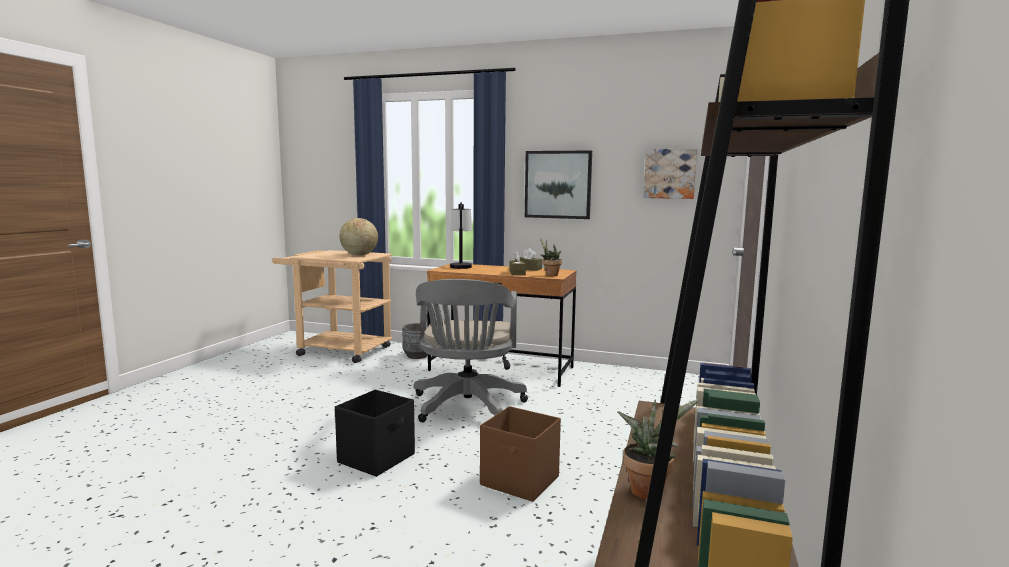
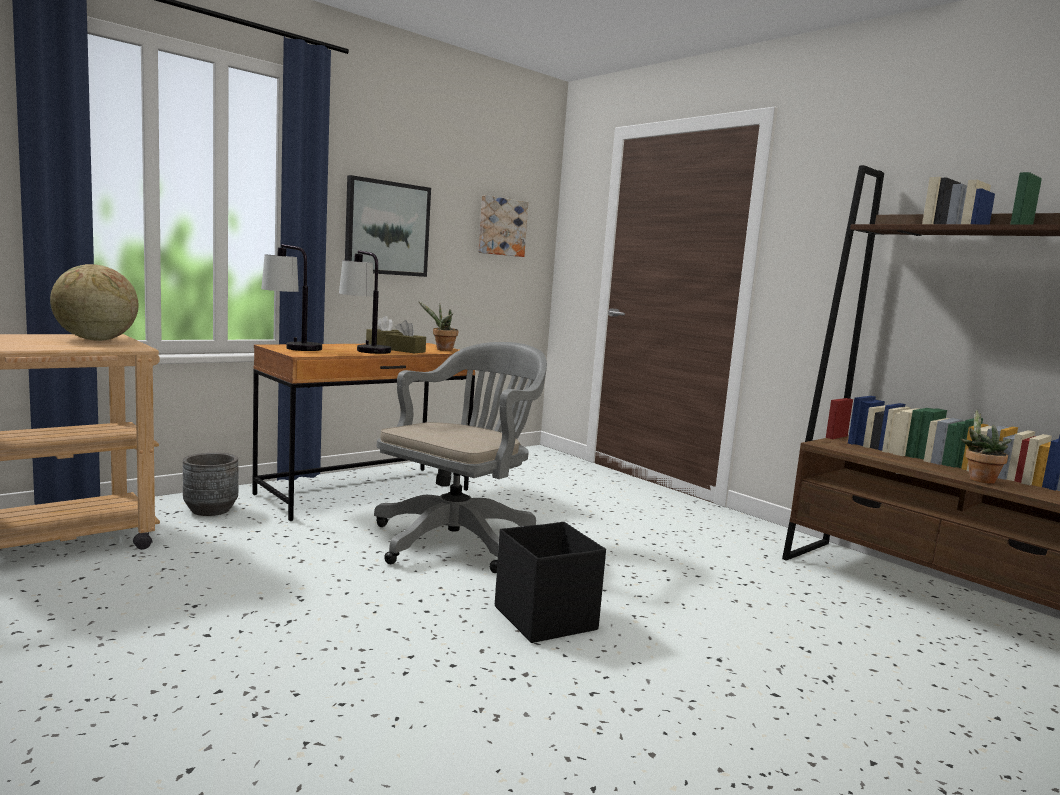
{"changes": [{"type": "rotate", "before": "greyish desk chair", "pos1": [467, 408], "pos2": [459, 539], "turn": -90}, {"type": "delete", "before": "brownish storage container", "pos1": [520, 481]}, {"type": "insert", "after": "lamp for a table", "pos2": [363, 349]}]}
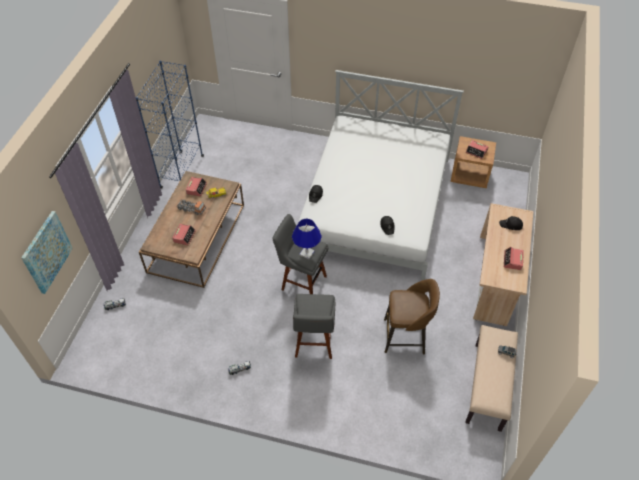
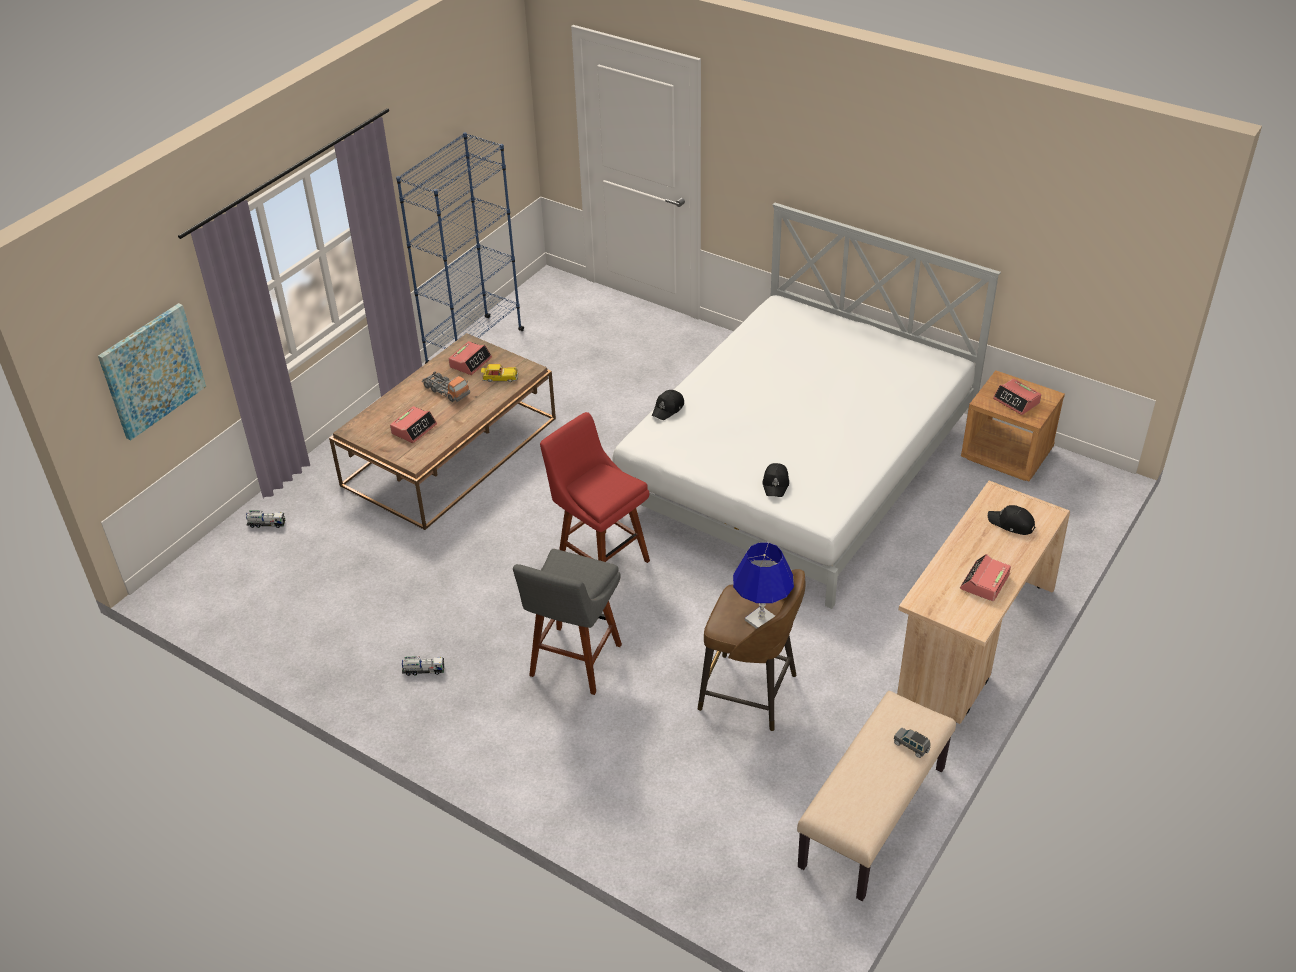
{"changes": [{"type": "recolor", "before": "greyish sitting stool", "after": "reddish sitting stool", "pos1": [301, 282], "pos2": [600, 560]}, {"type": "move", "before": "bluish lamp for a table", "pos1": [307, 253], "pos2": [761, 620]}]}
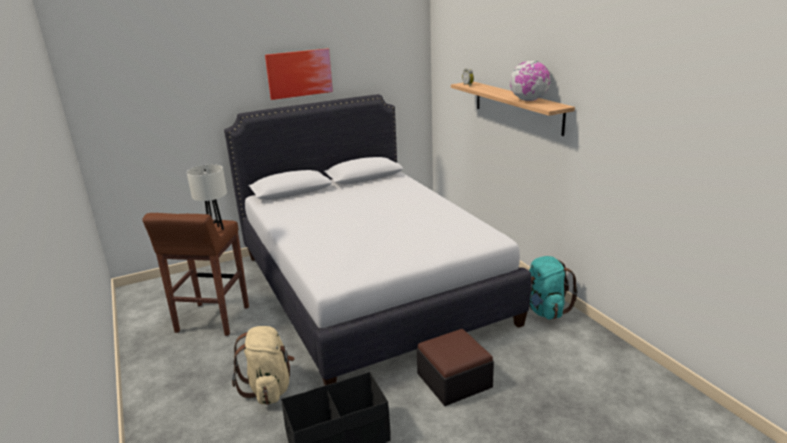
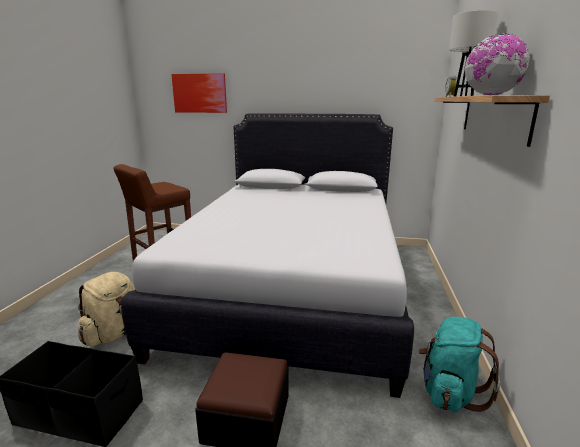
{"changes": [{"type": "move", "before": "white-coloured lamp for a table", "pos1": [216, 229], "pos2": [463, 96]}, {"type": "move", "before": "wall art", "pos1": [299, 73], "pos2": [199, 93]}]}
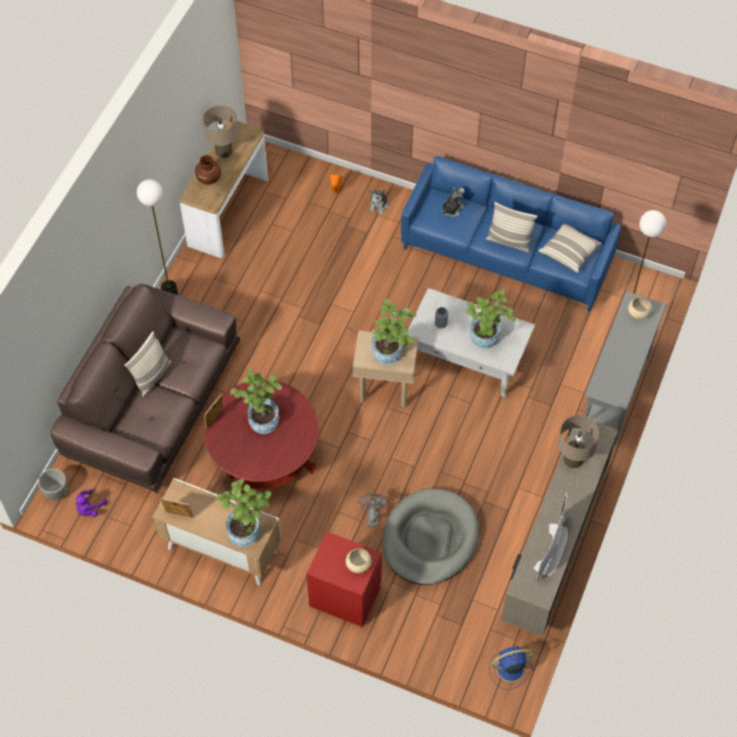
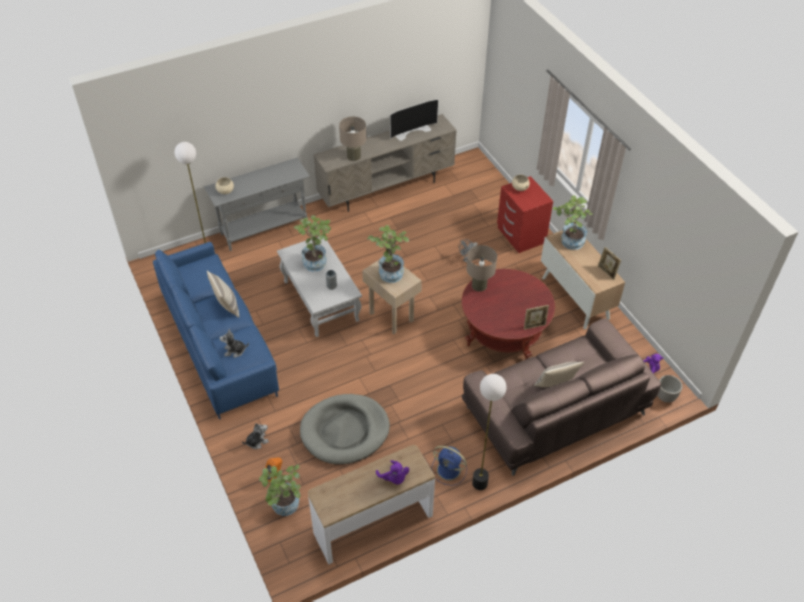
{"changes": [{"type": "replace", "before": "brownish flower vase", "after": "purple-coloured soft toy", "pos1": [208, 178], "pos2": [394, 478]}, {"type": "move", "before": "sand-coloured lamp for a table", "pos1": [224, 151], "pos2": [479, 285]}, {"type": "move", "before": "houseplant", "pos1": [261, 417], "pos2": [285, 508]}, {"type": "move", "before": "greyish dog bed", "pos1": [429, 539], "pos2": [345, 431]}, {"type": "move", "before": "bluish fan", "pos1": [509, 669], "pos2": [449, 470]}, {"type": "delete", "before": "pillow", "pos1": [569, 252]}]}
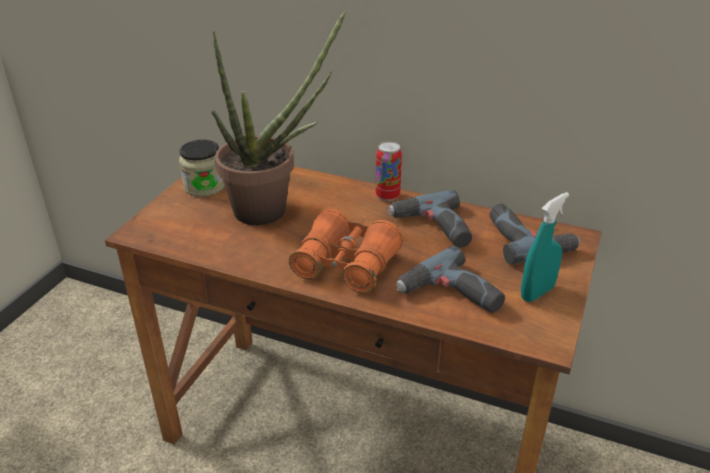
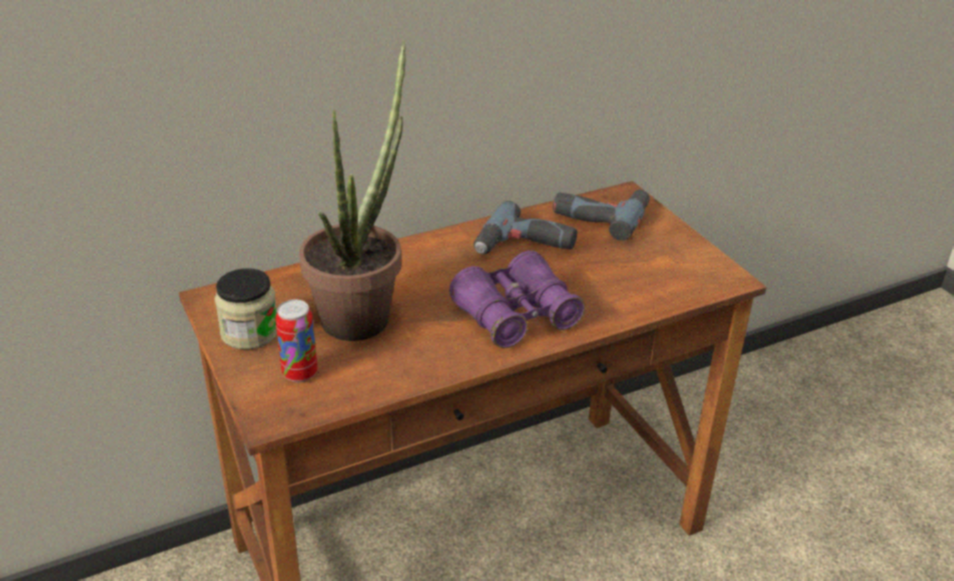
{"changes": [{"type": "recolor", "before": "orangey binoculars", "after": "purple-coloured binoculars", "pos1": [346, 265], "pos2": [516, 316]}, {"type": "move", "before": "sealed can", "pos1": [387, 196], "pos2": [300, 373]}, {"type": "delete", "before": "electric drill", "pos1": [450, 296]}, {"type": "delete", "before": "turquoise spray bottle", "pos1": [537, 293]}]}
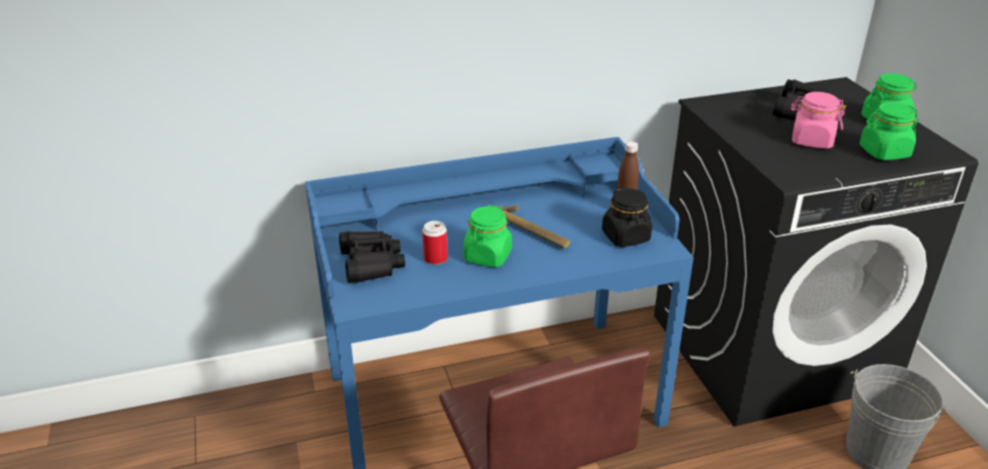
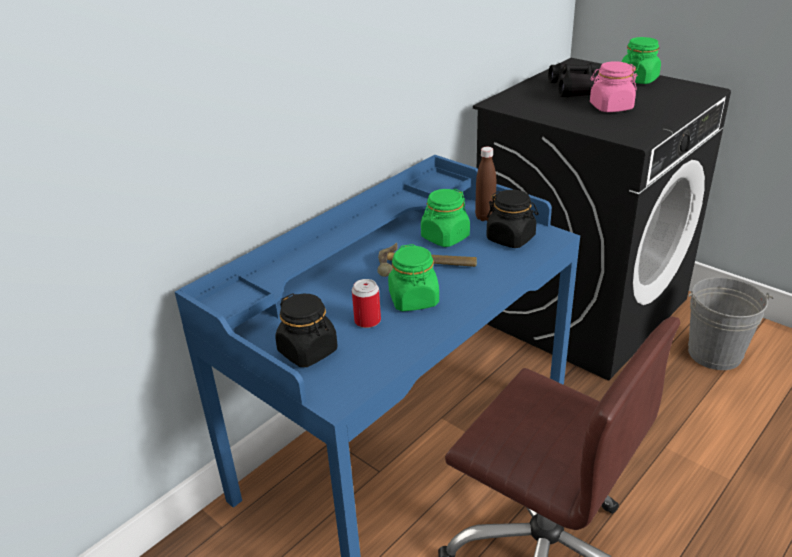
{"changes": [{"type": "replace", "before": "black-coloured binoculars", "after": "black-coloured storage jar", "pos1": [371, 264], "pos2": [308, 351]}, {"type": "move", "before": "green-coloured storage jar", "pos1": [884, 152], "pos2": [445, 237]}]}
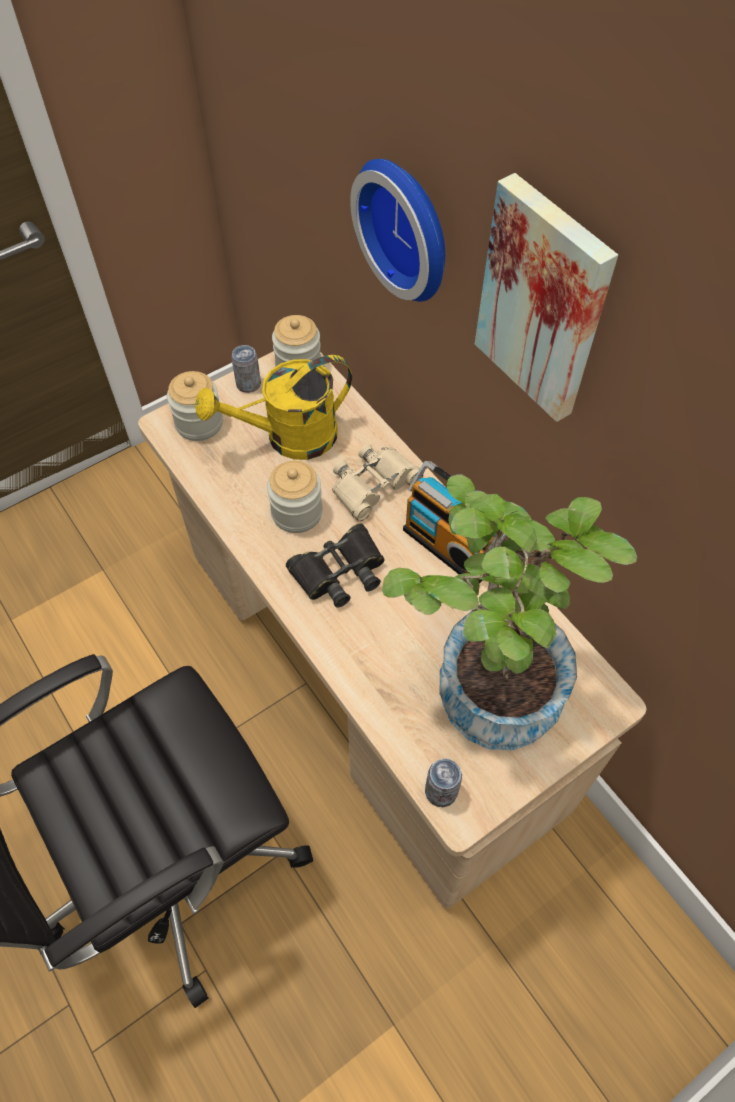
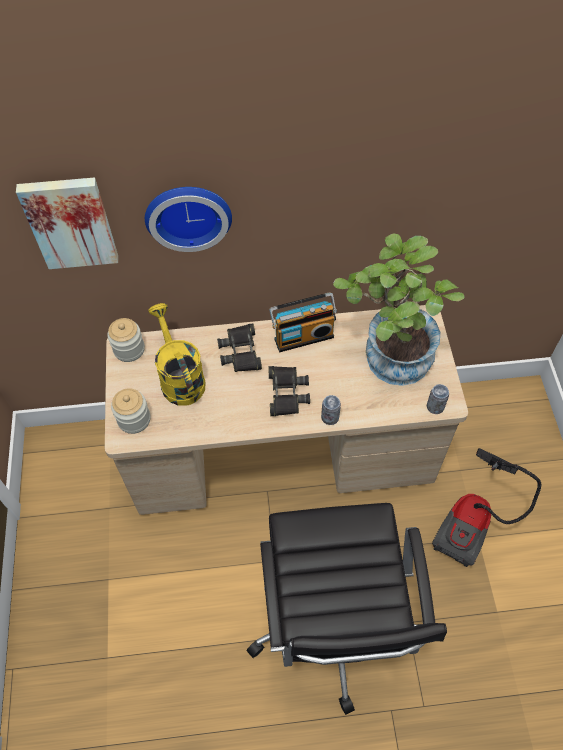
{"changes": [{"type": "rotate", "before": "yellowish sprinkling can", "pos1": [289, 438], "pos2": [179, 377], "turn": 150}, {"type": "move", "before": "sealed can", "pos1": [248, 384], "pos2": [330, 417]}, {"type": "delete", "before": "storage jar", "pos1": [297, 512]}, {"type": "recolor", "before": "sand-coloured binoculars", "after": "black-coloured binoculars", "pos1": [373, 485], "pos2": [241, 352]}, {"type": "move", "before": "wall art", "pos1": [545, 300], "pos2": [70, 221]}, {"type": "insert", "after": "hoover", "pos2": [474, 520]}]}
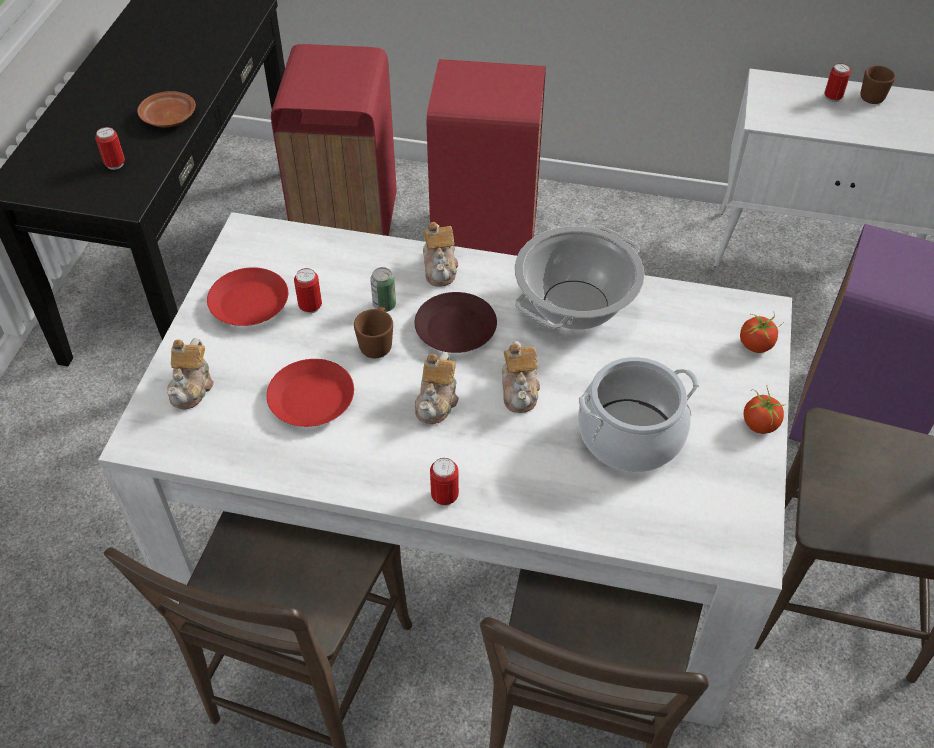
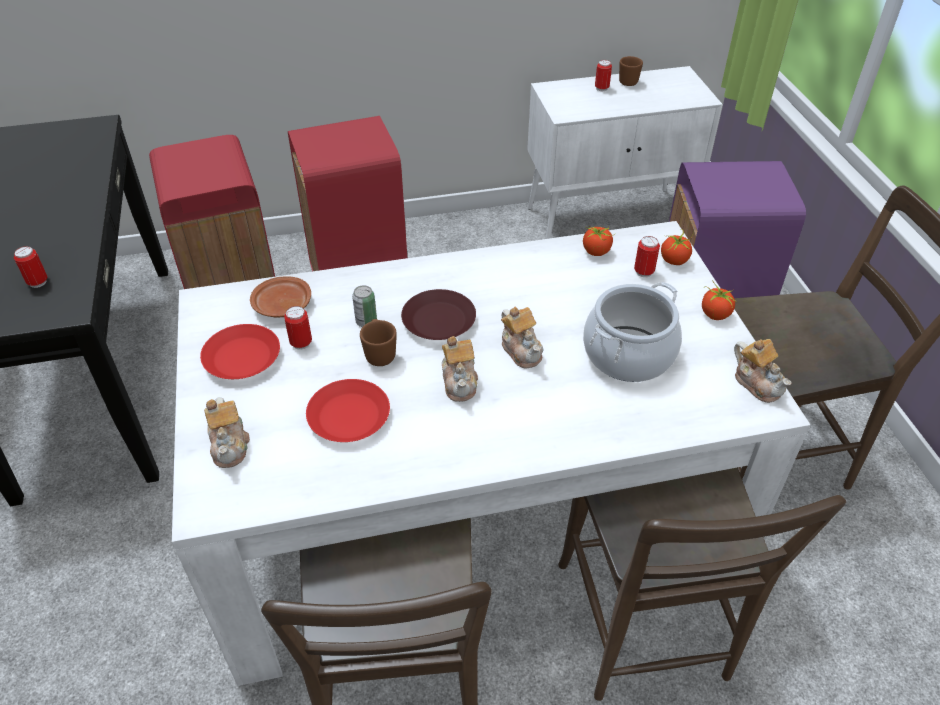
{"changes": [{"type": "move", "before": "brownish flat dish", "pos1": [168, 118], "pos2": [282, 306]}, {"type": "move", "before": "pot for tea", "pos1": [440, 268], "pos2": [757, 383]}, {"type": "move", "before": "sealed can", "pos1": [444, 496], "pos2": [644, 272]}, {"type": "delete", "before": "cooking pot", "pos1": [575, 306]}, {"type": "insert", "after": "tomato", "pos2": [596, 251]}]}
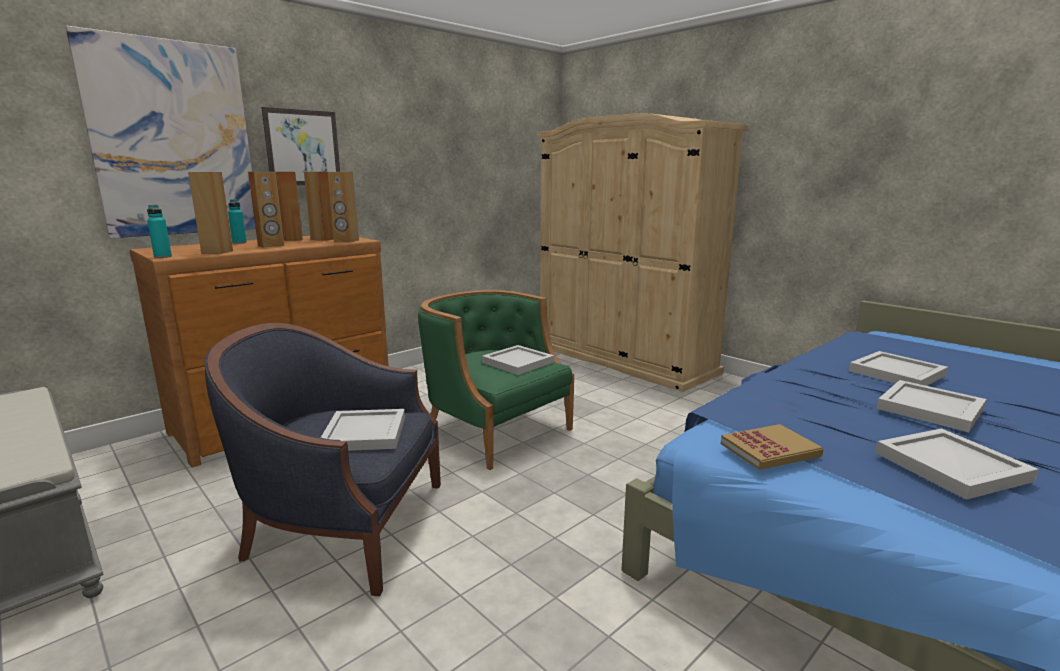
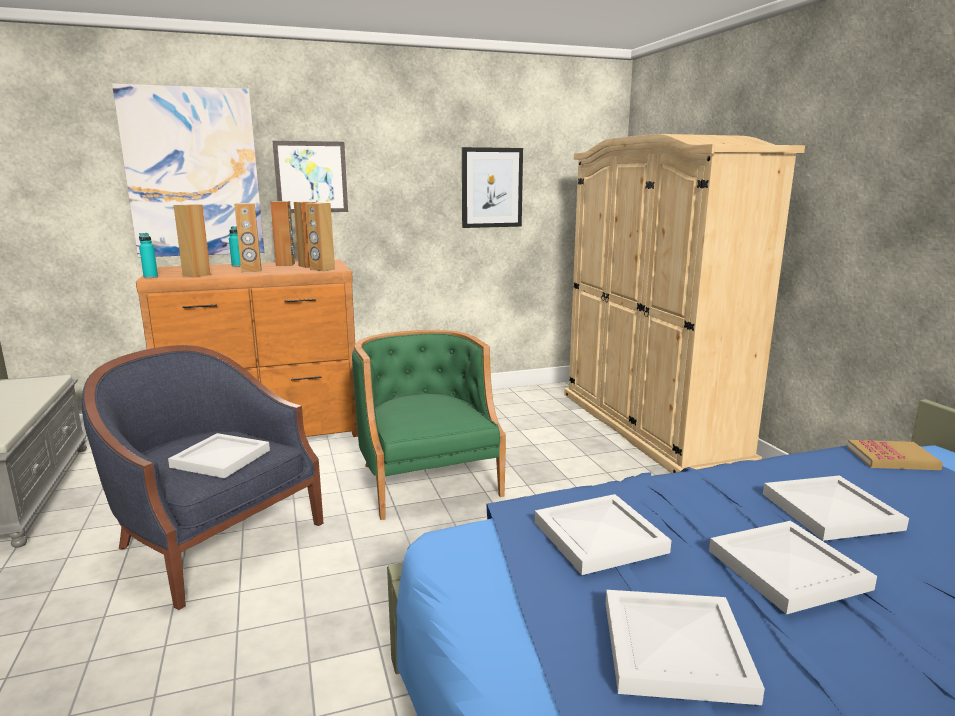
{"changes": [{"type": "move", "before": "white-coloured serving tray", "pos1": [518, 362], "pos2": [600, 536]}, {"type": "move", "before": "book", "pos1": [770, 450], "pos2": [892, 458]}, {"type": "insert", "after": "wall art", "pos2": [491, 188]}]}
